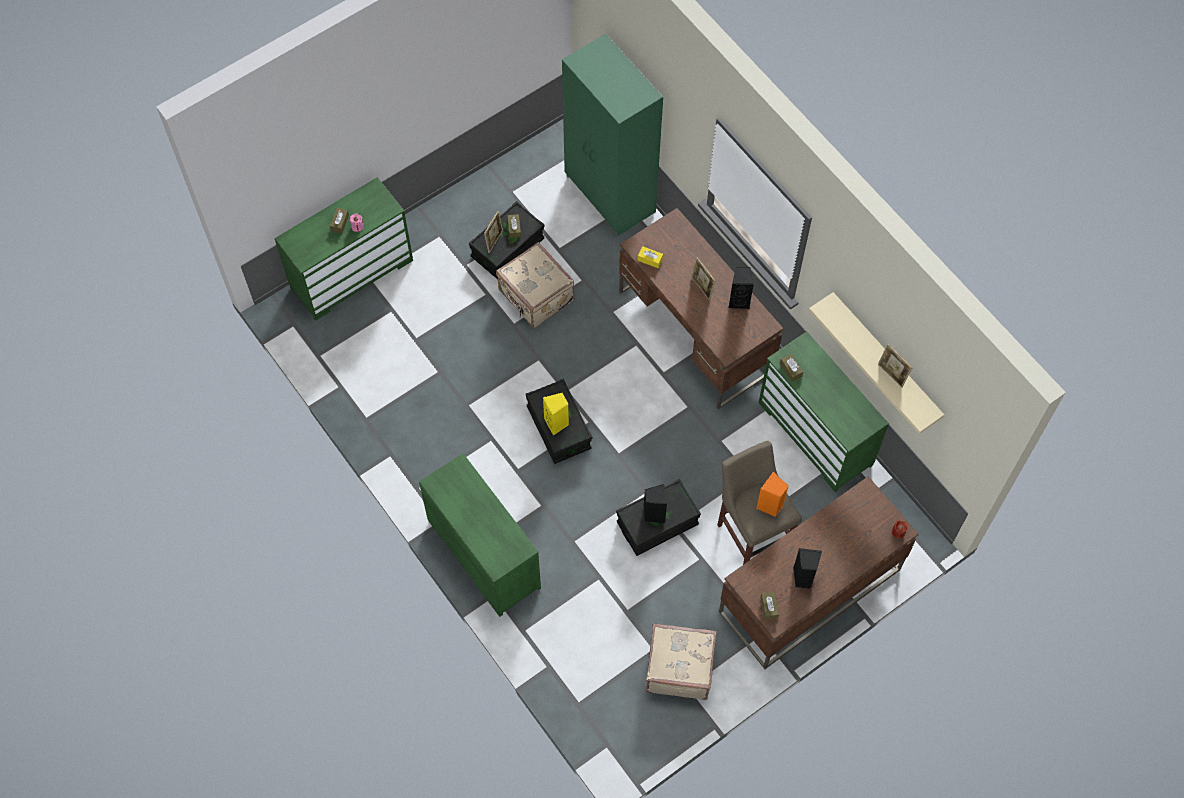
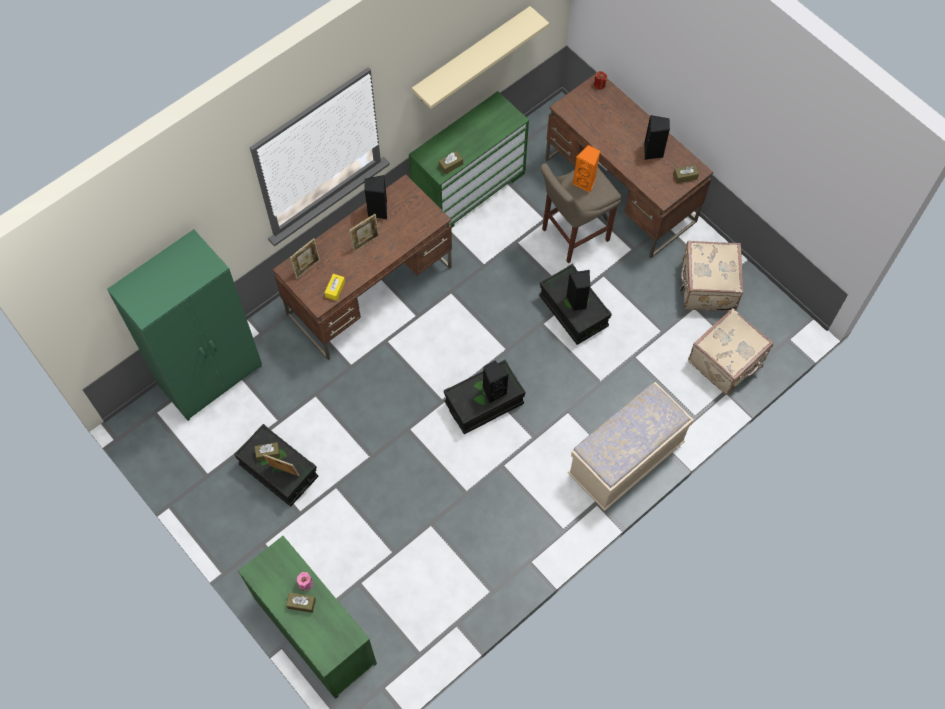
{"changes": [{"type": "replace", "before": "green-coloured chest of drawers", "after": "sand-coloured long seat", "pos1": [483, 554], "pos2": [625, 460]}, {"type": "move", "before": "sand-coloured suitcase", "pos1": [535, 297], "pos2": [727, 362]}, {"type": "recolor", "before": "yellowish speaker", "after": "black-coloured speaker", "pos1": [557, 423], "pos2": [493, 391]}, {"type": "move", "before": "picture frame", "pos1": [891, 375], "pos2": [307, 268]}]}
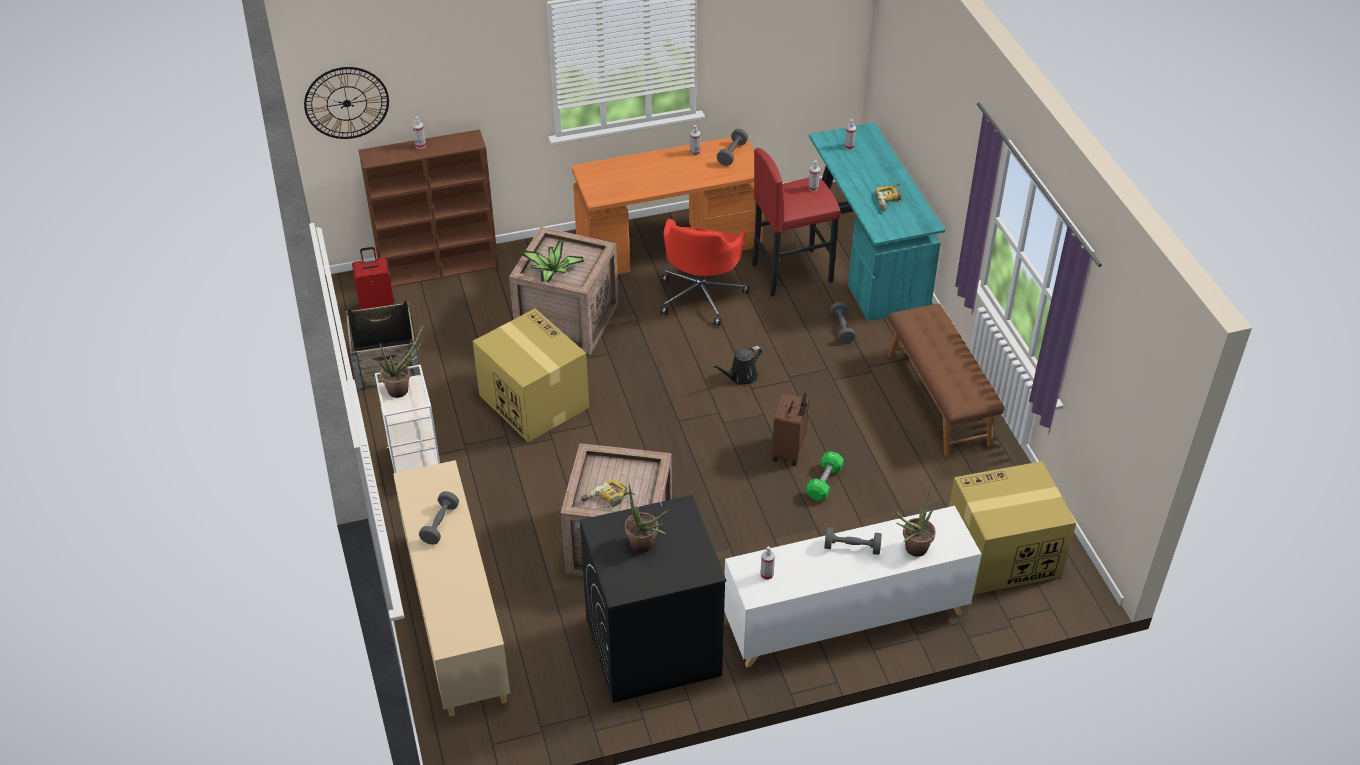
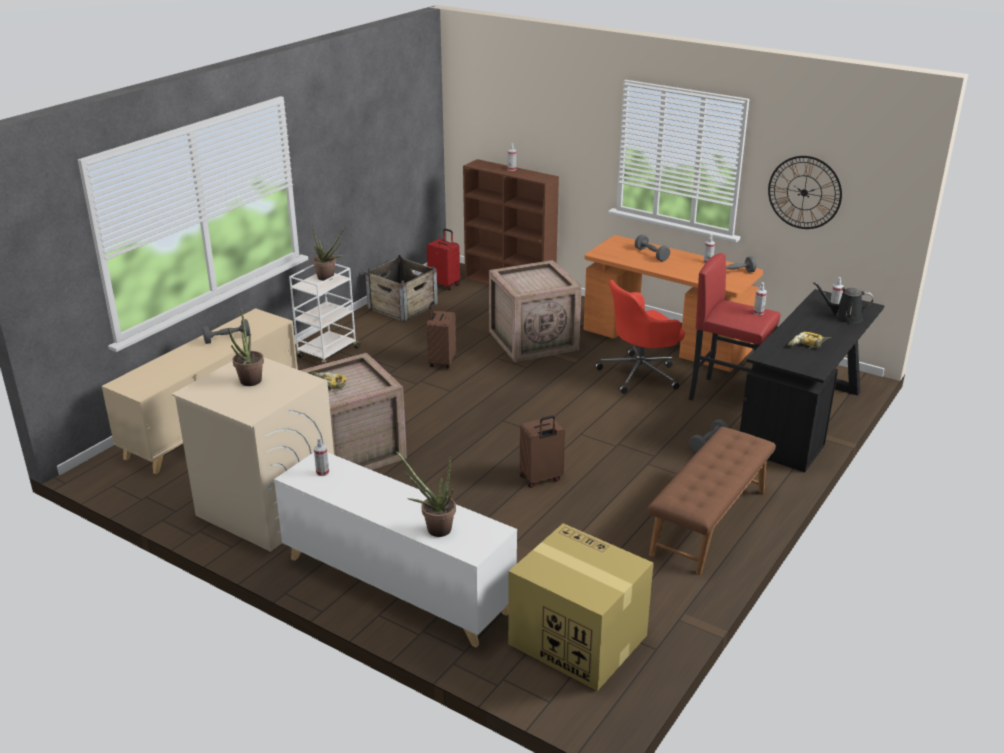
{"changes": [{"type": "move", "before": "wall clock", "pos1": [346, 103], "pos2": [804, 192]}, {"type": "replace", "before": "cardboard box", "after": "brownish suitcase", "pos1": [533, 401], "pos2": [441, 362]}, {"type": "delete", "before": "houseplant", "pos1": [553, 272]}, {"type": "recolor", "before": "black-coloured laundry appliance", "after": "sand-coloured laundry appliance", "pos1": [652, 647], "pos2": [266, 508]}, {"type": "move", "before": "black-coloured sprinkling can", "pos1": [740, 377], "pos2": [844, 317]}, {"type": "delete", "before": "green-coloured hand weight", "pos1": [824, 482]}, {"type": "recolor", "before": "turquoise desk", "after": "black-coloured desk", "pos1": [866, 257], "pos2": [805, 419]}, {"type": "move", "before": "greyish hand weight", "pos1": [852, 547], "pos2": [651, 255]}]}
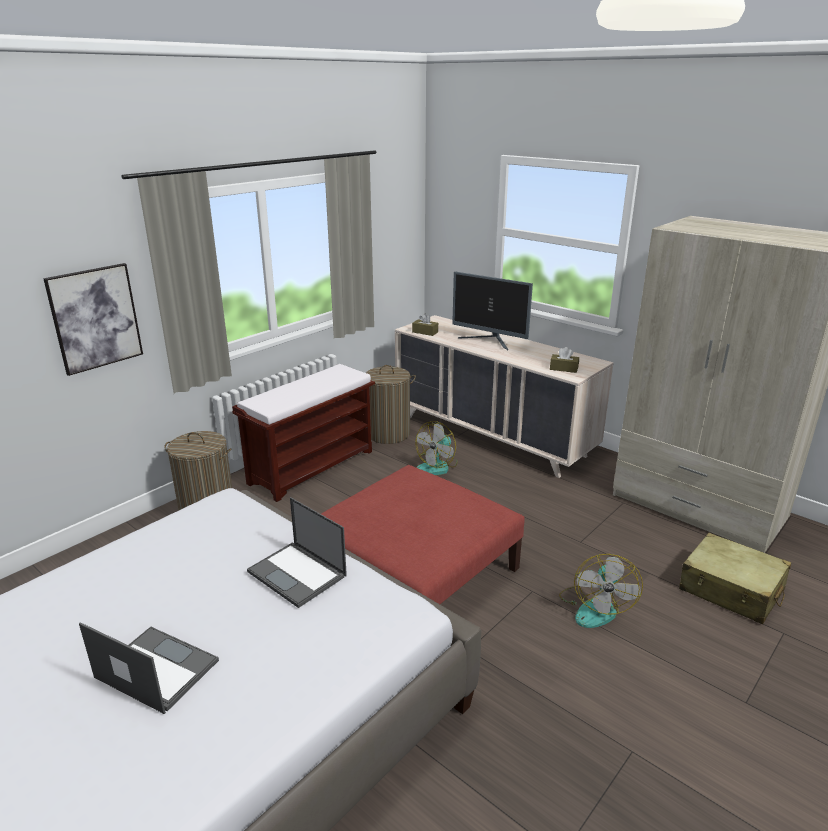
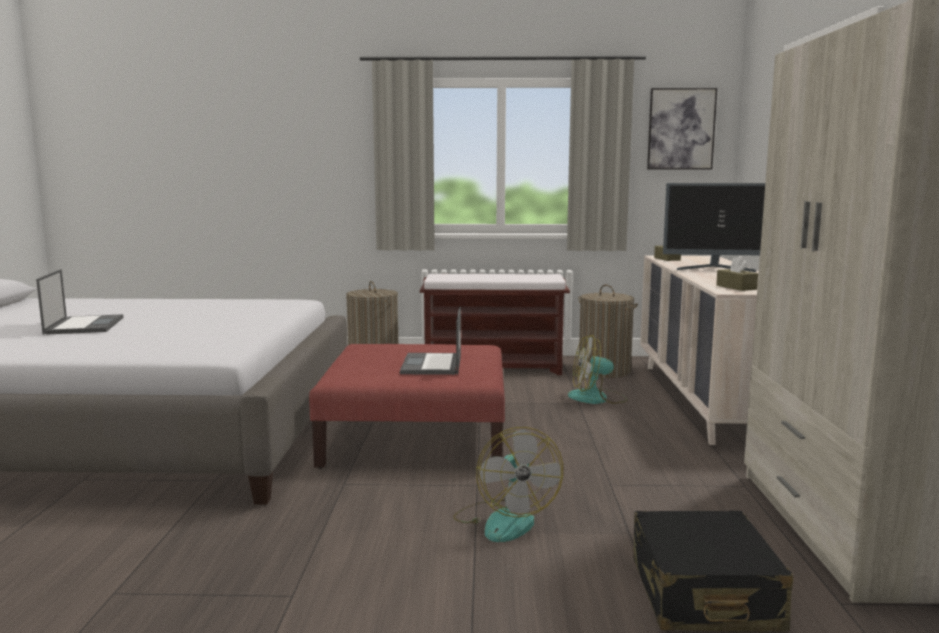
{"changes": [{"type": "move", "before": "wall art", "pos1": [95, 318], "pos2": [681, 129]}, {"type": "move", "before": "portable computer", "pos1": [298, 574], "pos2": [432, 365]}, {"type": "rotate", "before": "computer screen", "pos1": [490, 341], "pos2": [716, 269], "turn": -75}, {"type": "rotate", "before": "fan", "pos1": [595, 607], "pos2": [504, 520], "turn": -75}, {"type": "recolor", "before": "sand-coloured suitcase", "after": "black-coloured suitcase", "pos1": [731, 590], "pos2": [703, 594]}]}
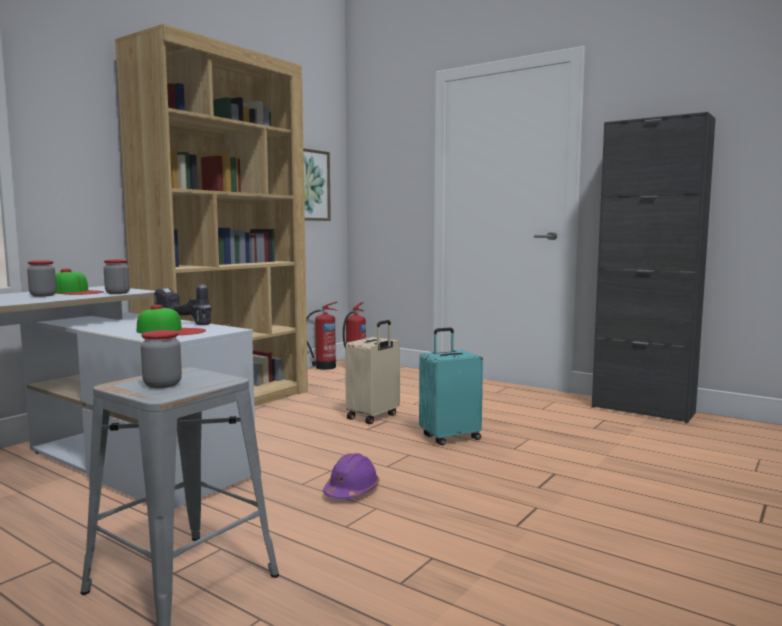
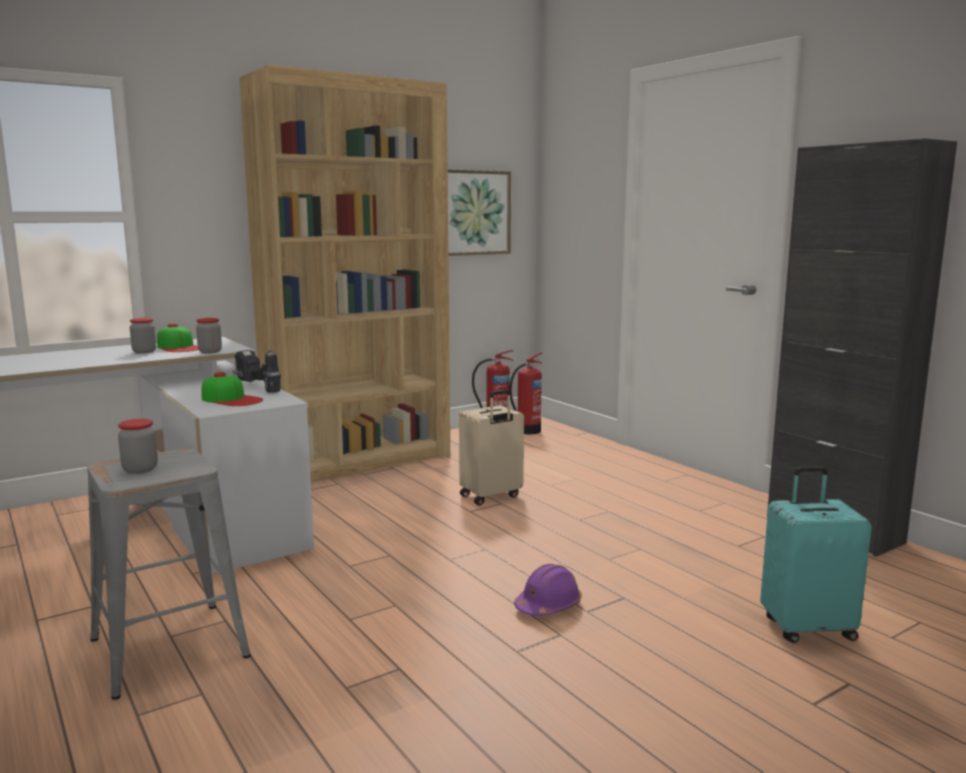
{"changes": [{"type": "move", "before": "purple-coloured work helmet", "pos1": [351, 491], "pos2": [548, 606]}, {"type": "move", "before": "turquoise suitcase", "pos1": [449, 437], "pos2": [807, 628]}]}
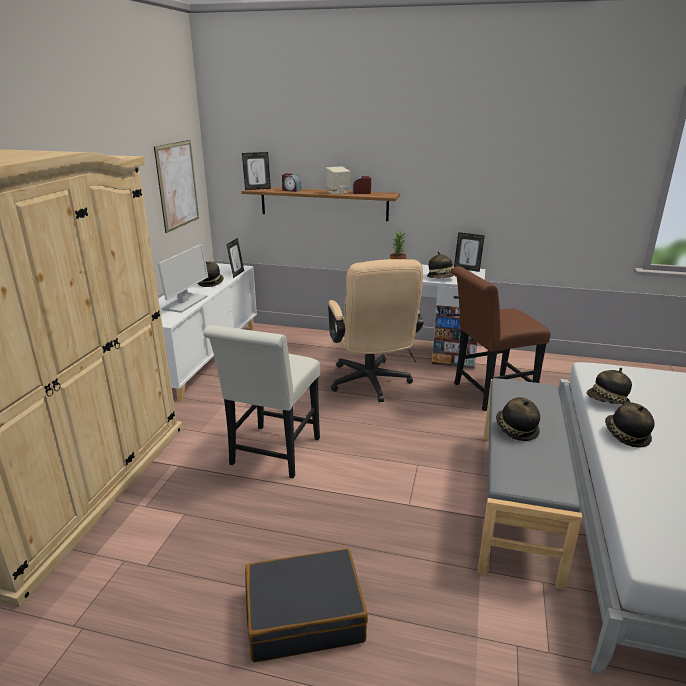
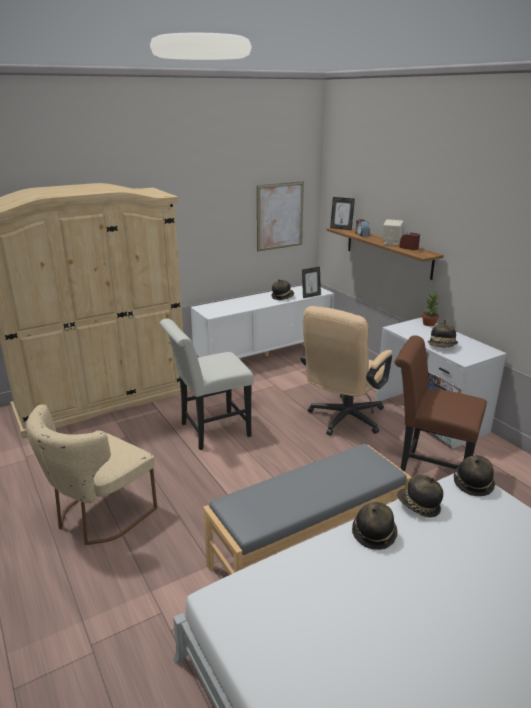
{"changes": [{"type": "delete", "before": "computer screen", "pos1": [185, 303]}, {"type": "replace", "before": "black-coloured suitcase", "after": "sand-coloured chair", "pos1": [304, 615], "pos2": [99, 517]}, {"type": "delete", "before": "picture frame", "pos1": [467, 269]}, {"type": "move", "before": "wearable hat", "pos1": [515, 429], "pos2": [473, 484]}]}
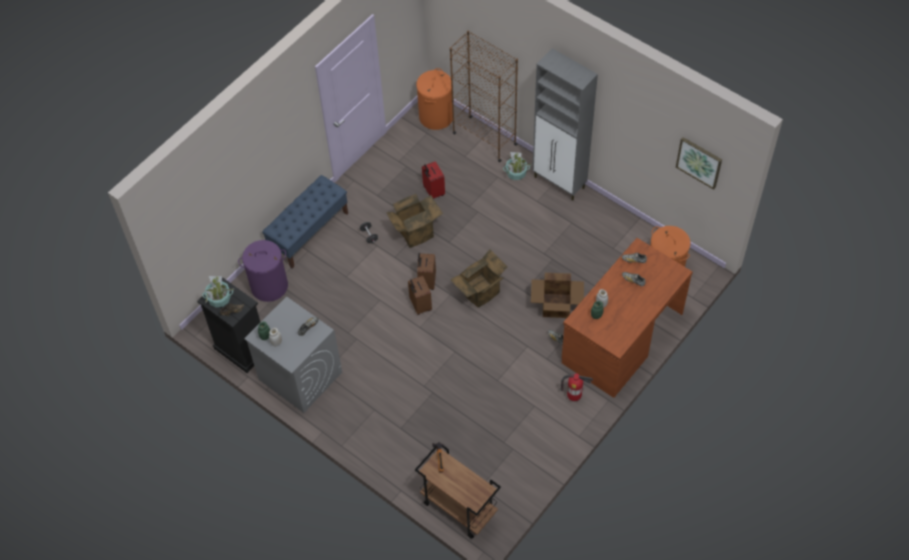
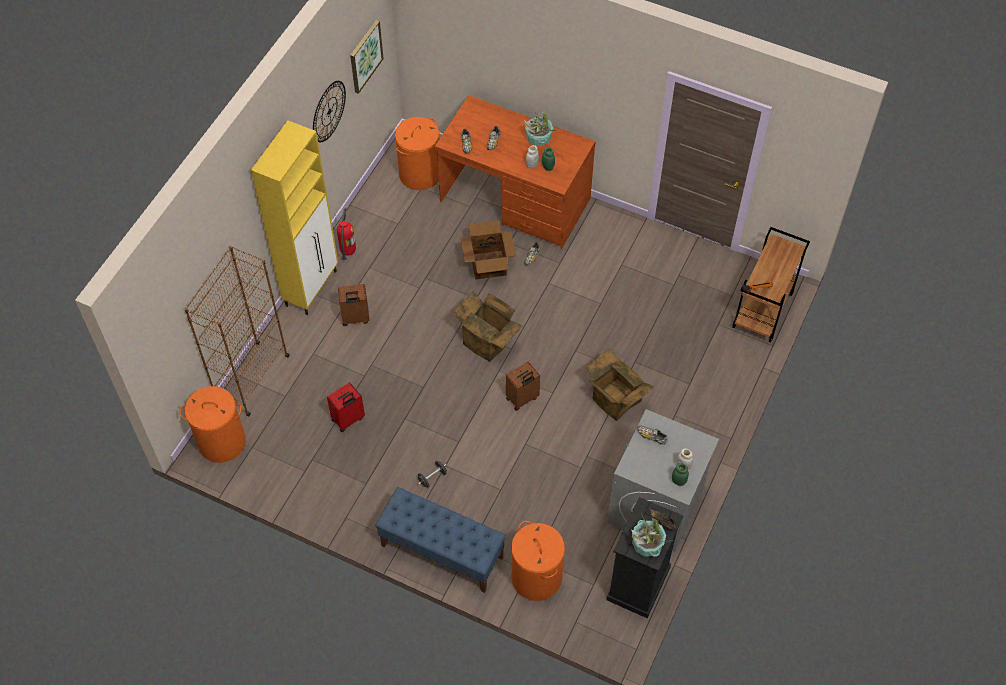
{"changes": [{"type": "recolor", "before": "purple-coloured laundry basket", "after": "orangey laundry basket", "pos1": [269, 286], "pos2": [536, 577]}, {"type": "move", "before": "cardboard box", "pos1": [415, 231], "pos2": [614, 400]}, {"type": "move", "before": "brownish suitcase", "pos1": [426, 282], "pos2": [355, 318]}, {"type": "move", "before": "houseplant", "pos1": [516, 173], "pos2": [538, 138]}, {"type": "recolor", "before": "greyish storage cabinet", "after": "yellowish storage cabinet", "pos1": [559, 183], "pos2": [312, 288]}, {"type": "move", "before": "fire extinguisher", "pos1": [574, 396], "pos2": [348, 252]}, {"type": "insert", "after": "wall clock", "pos2": [329, 111]}]}
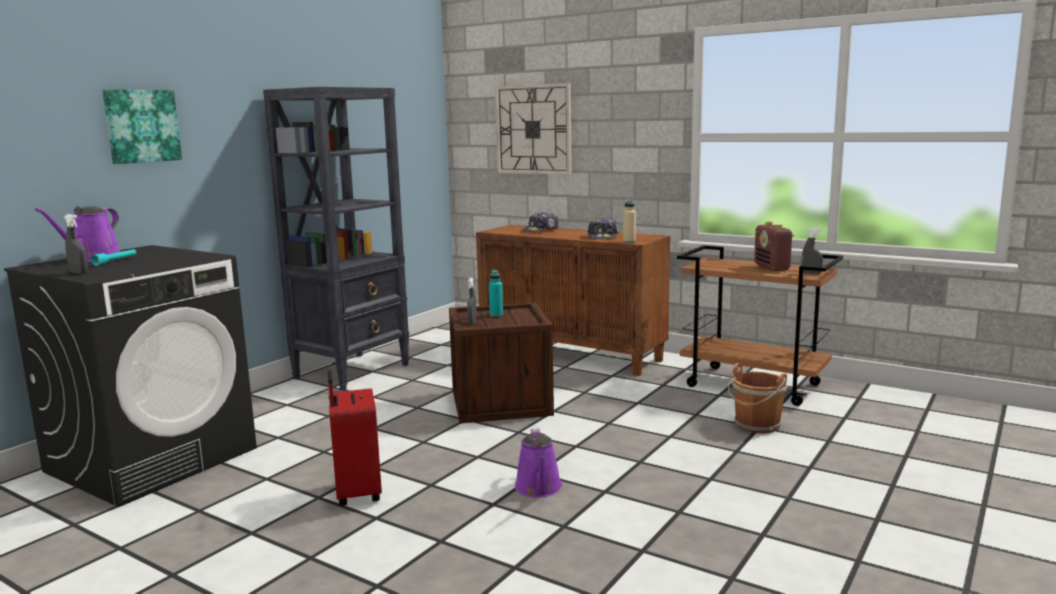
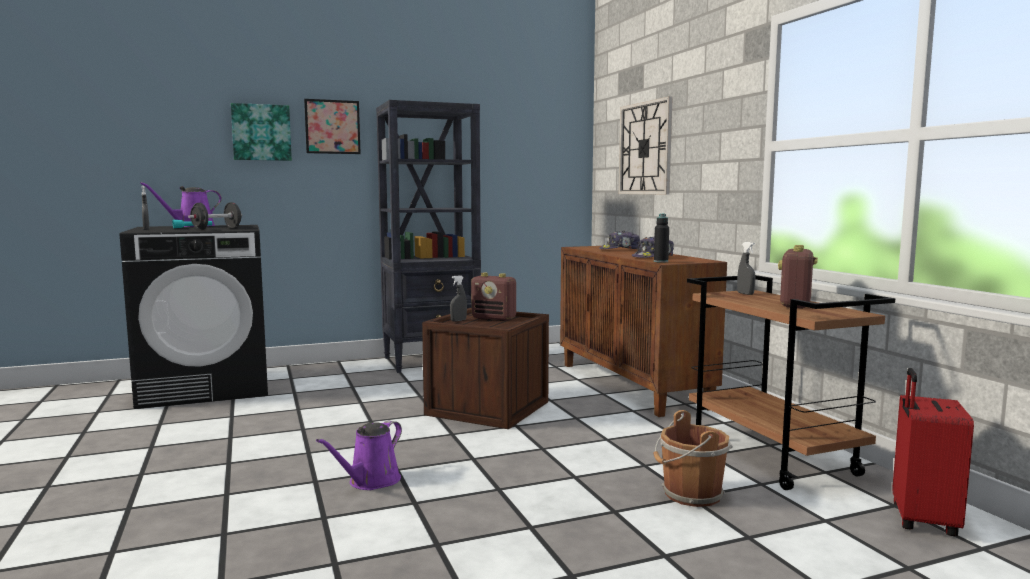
{"changes": [{"type": "move", "before": "reddish suitcase", "pos1": [356, 493], "pos2": [921, 520]}, {"type": "replace", "before": "turquoise beverage bottle", "after": "radio receiver", "pos1": [496, 315], "pos2": [494, 318]}, {"type": "recolor", "before": "sand-coloured beverage bottle", "after": "black-coloured beverage bottle", "pos1": [629, 241], "pos2": [661, 261]}, {"type": "move", "before": "greyish spray bottle", "pos1": [811, 273], "pos2": [745, 294]}, {"type": "insert", "after": "black-coloured hand weight", "pos2": [216, 229]}, {"type": "insert", "after": "wall art", "pos2": [332, 127]}]}
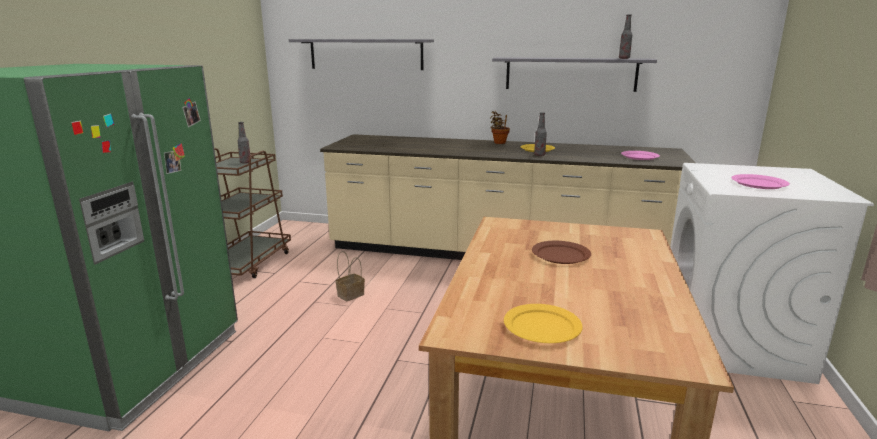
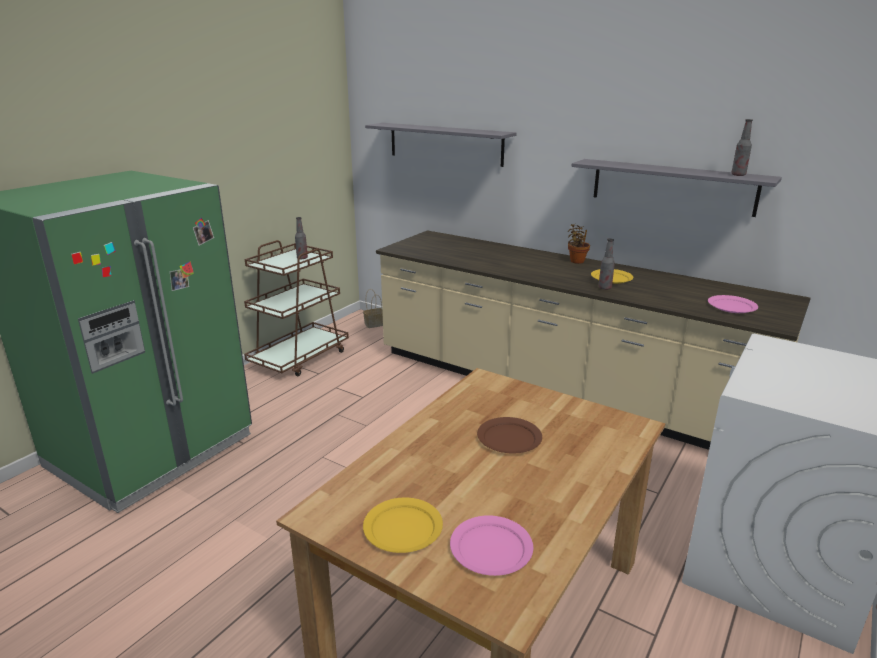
{"changes": [{"type": "move", "before": "household basket", "pos1": [351, 294], "pos2": [375, 324]}, {"type": "move", "before": "pink flat dish", "pos1": [759, 184], "pos2": [492, 548]}]}
